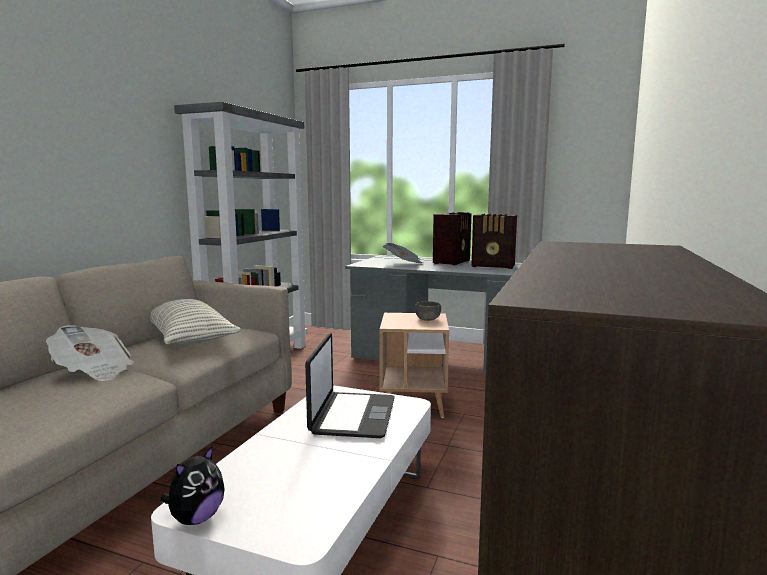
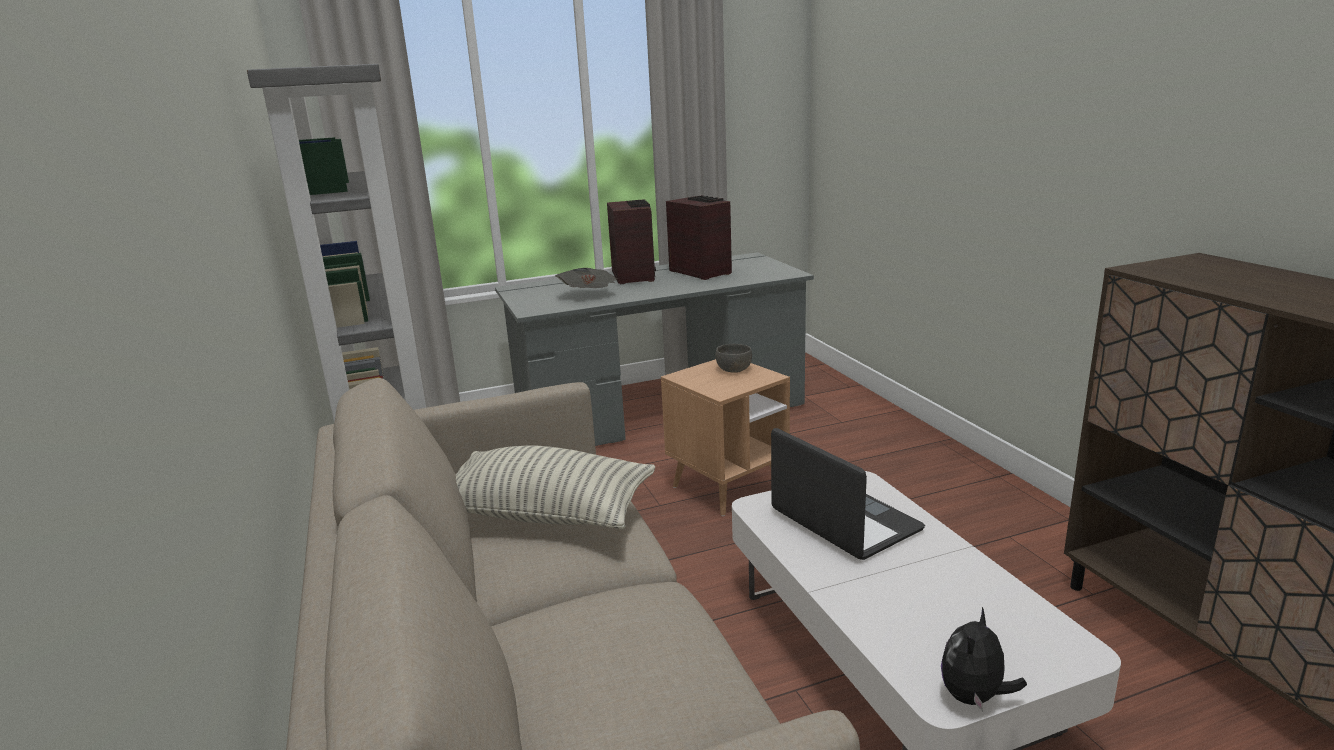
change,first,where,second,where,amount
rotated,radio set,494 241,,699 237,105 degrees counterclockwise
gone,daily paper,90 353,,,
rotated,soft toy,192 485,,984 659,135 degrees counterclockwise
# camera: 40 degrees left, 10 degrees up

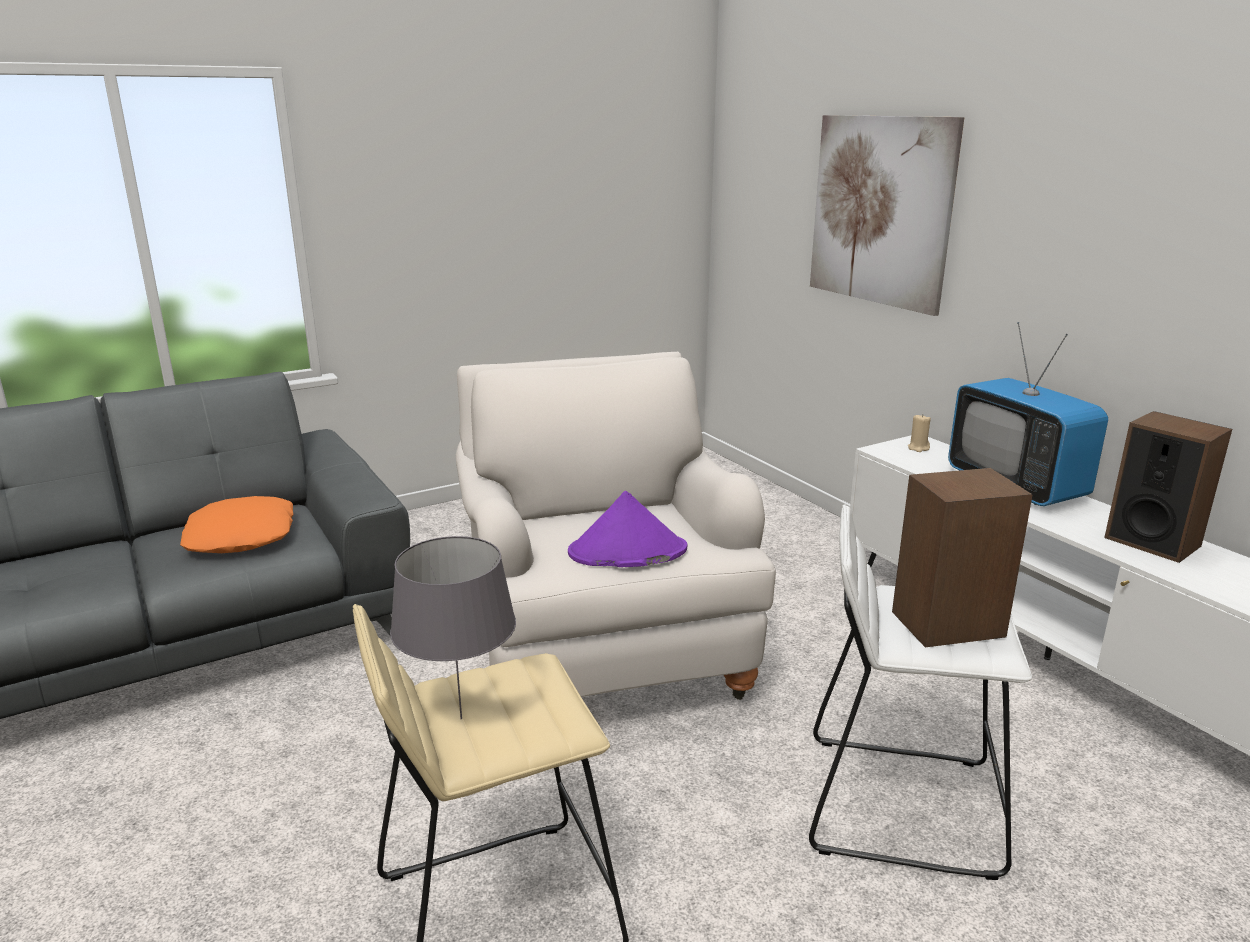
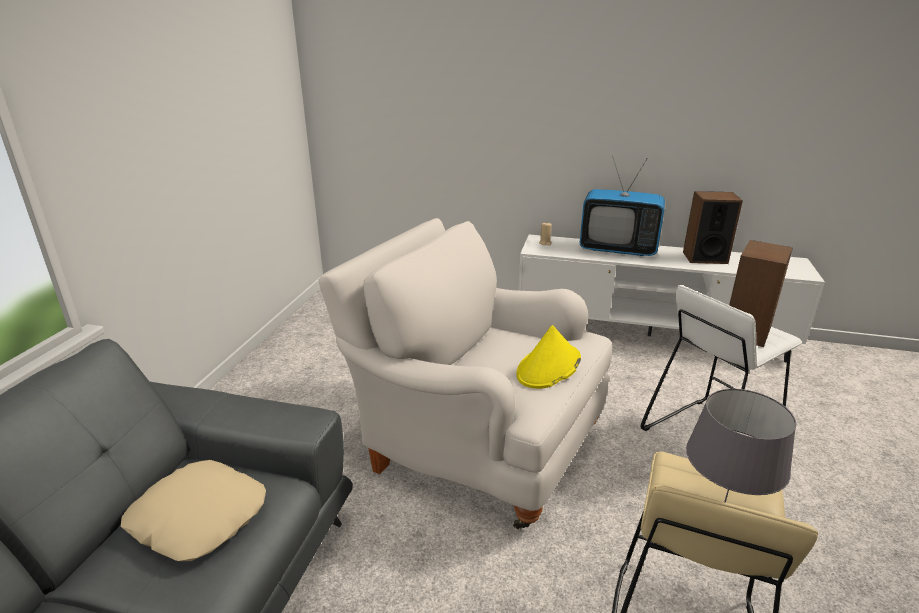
change,first,where,second,where,amount
gone,picture,887 215,,,
repainted,purple-coloured wearable hat,627 529,yellow wearable hat,548 357,
repainted,orangey throw pillow,236 524,beige-coloured throw pillow,193 510,
# camera: 45 degrees left, 5 degrees up

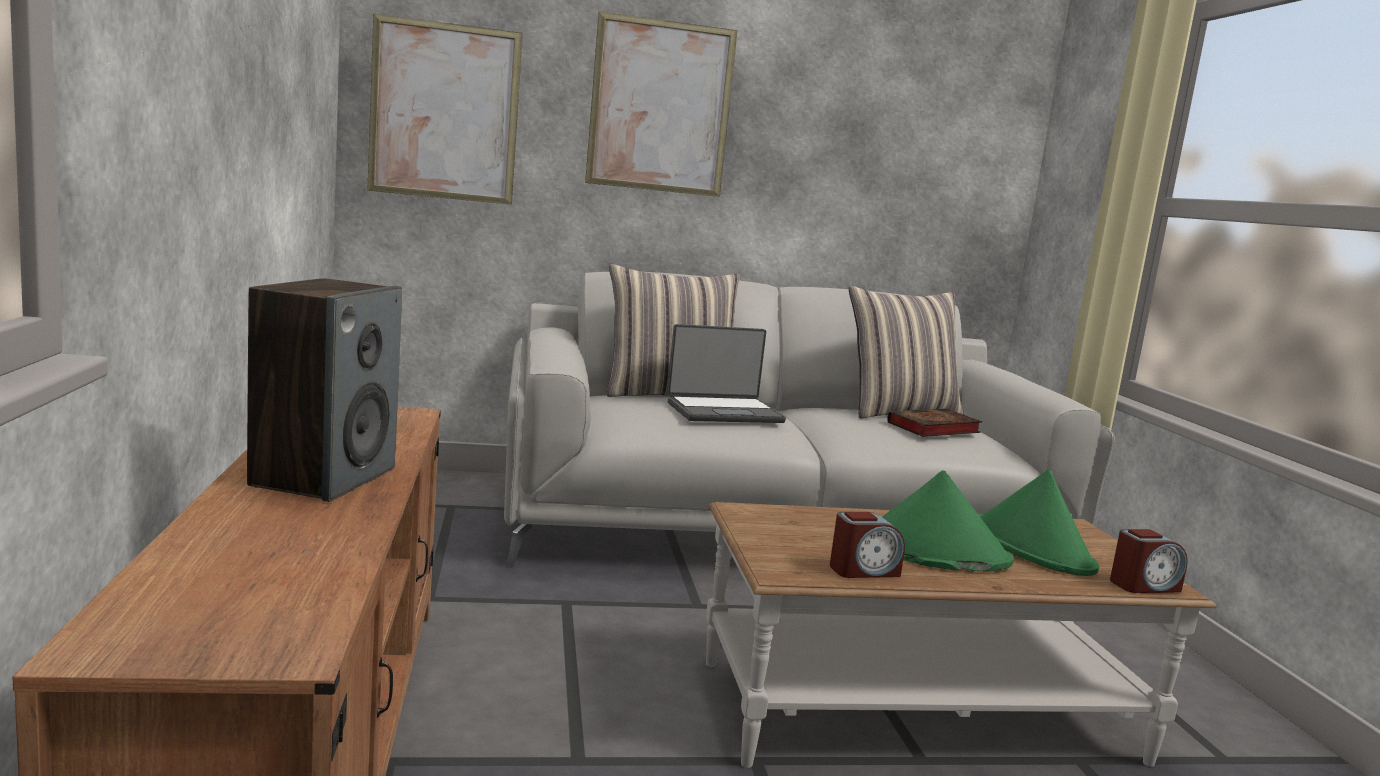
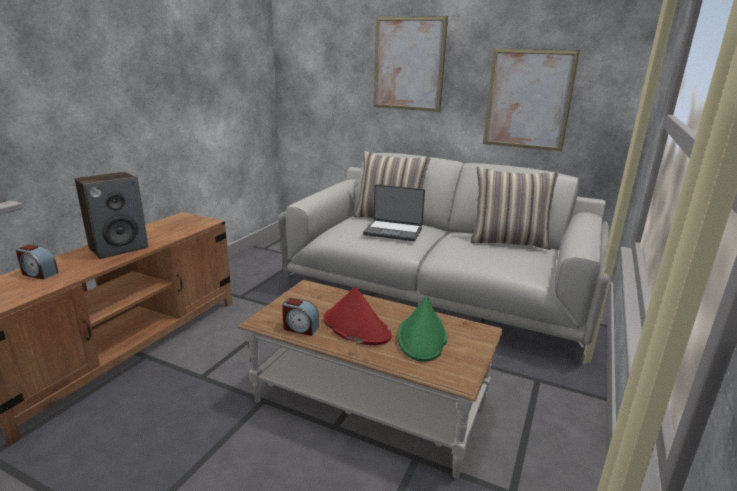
change,first,where,second,where,amount
shifted,picture,445 109,,531 100,
gone,volume,934 422,,,
repainted,green-coloured wearable hat,948 521,red wearable hat,357 315,
shifted,bedside clock,1149 561,,37 262,
# camera: 35 degrees right, 10 degrees up

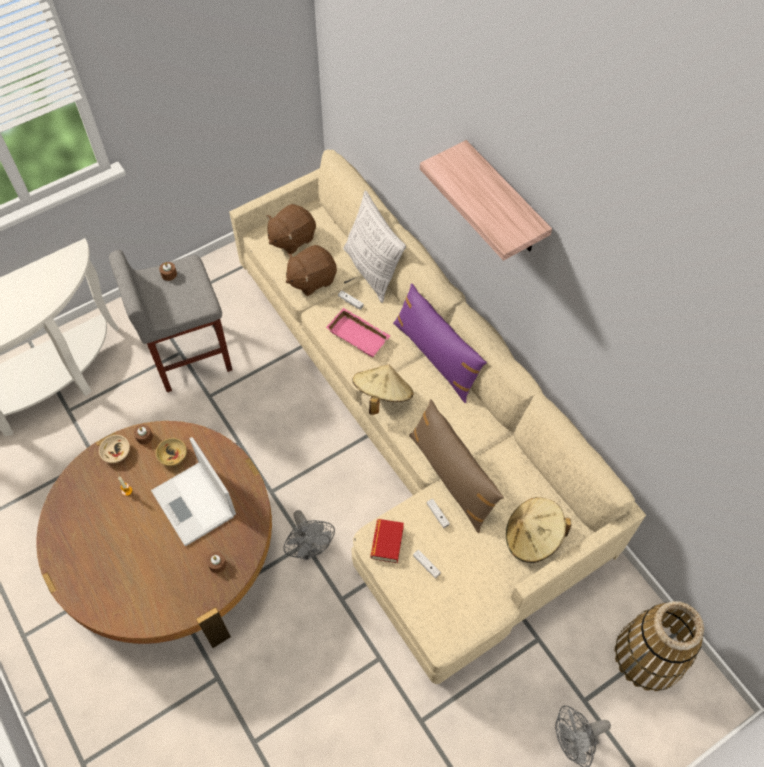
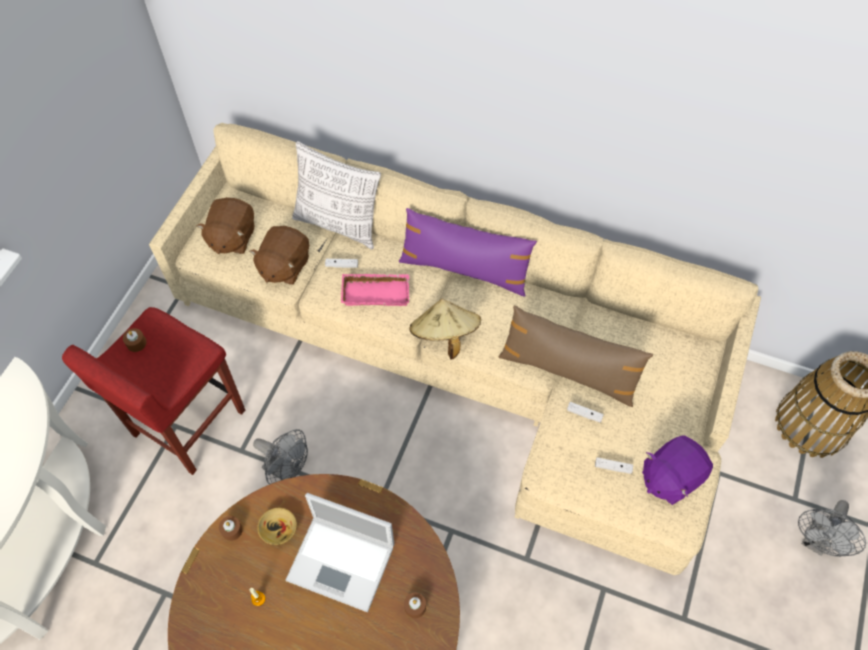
change,first,where,second,where,amount
gone,shelf,486 200,,,
repainted,greyish sitting stool,170 321,red sitting stool,153 391,
gone,beige-coloured serving bowl,114 449,,,
gone,beige-coloured wearable hat,538 530,,,
shifted,greyish fan,309 535,,280 457,
gone,volume,387 541,,,
new,,,purple-coloured soft toy,677 470,
# camera: 35 degrees left, 0 degrees up

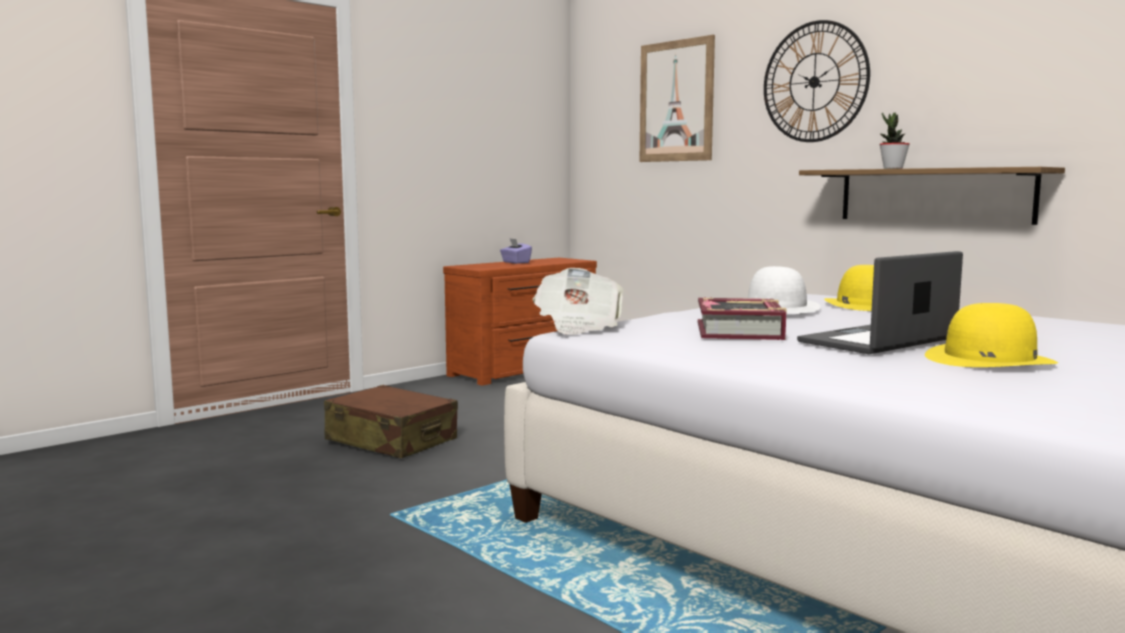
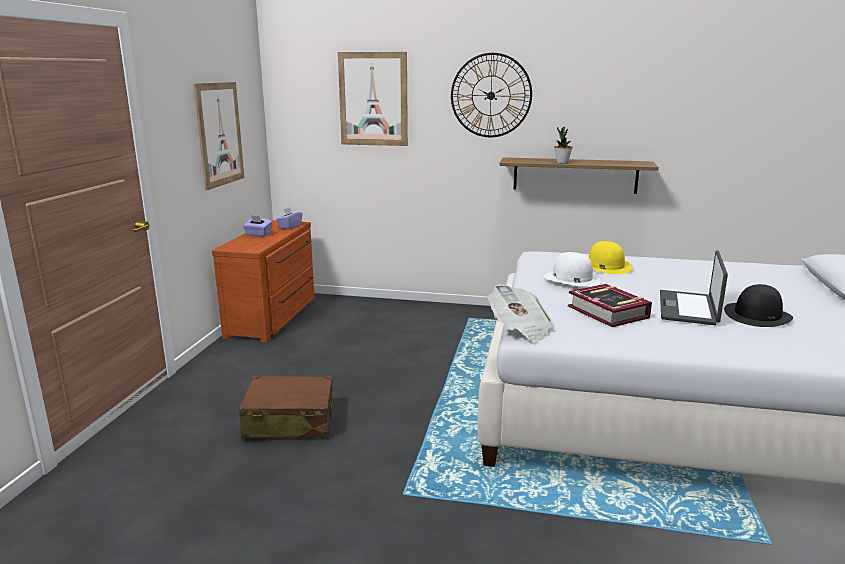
change,first,where,second,where,amount
repainted,yellow wearable hat,991 335,blackish wearable hat,758 305,
new,,,picture,218 136,
new,,,purple-coloured tissue holder,289 218,
# camera: 35 degrees left, 10 degrees up

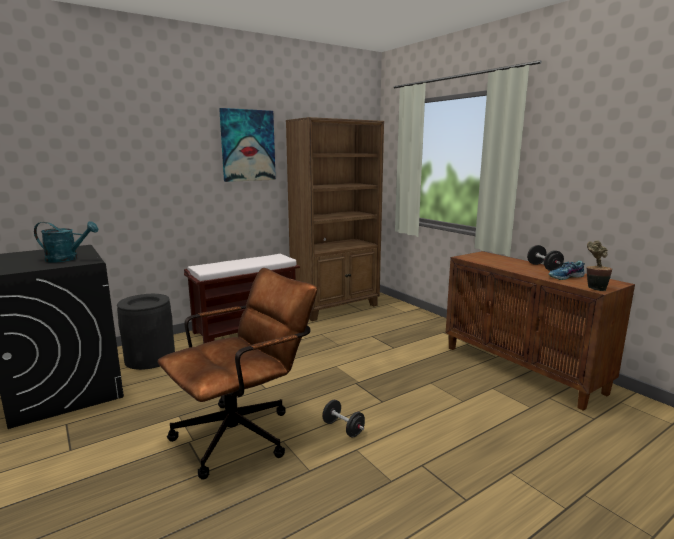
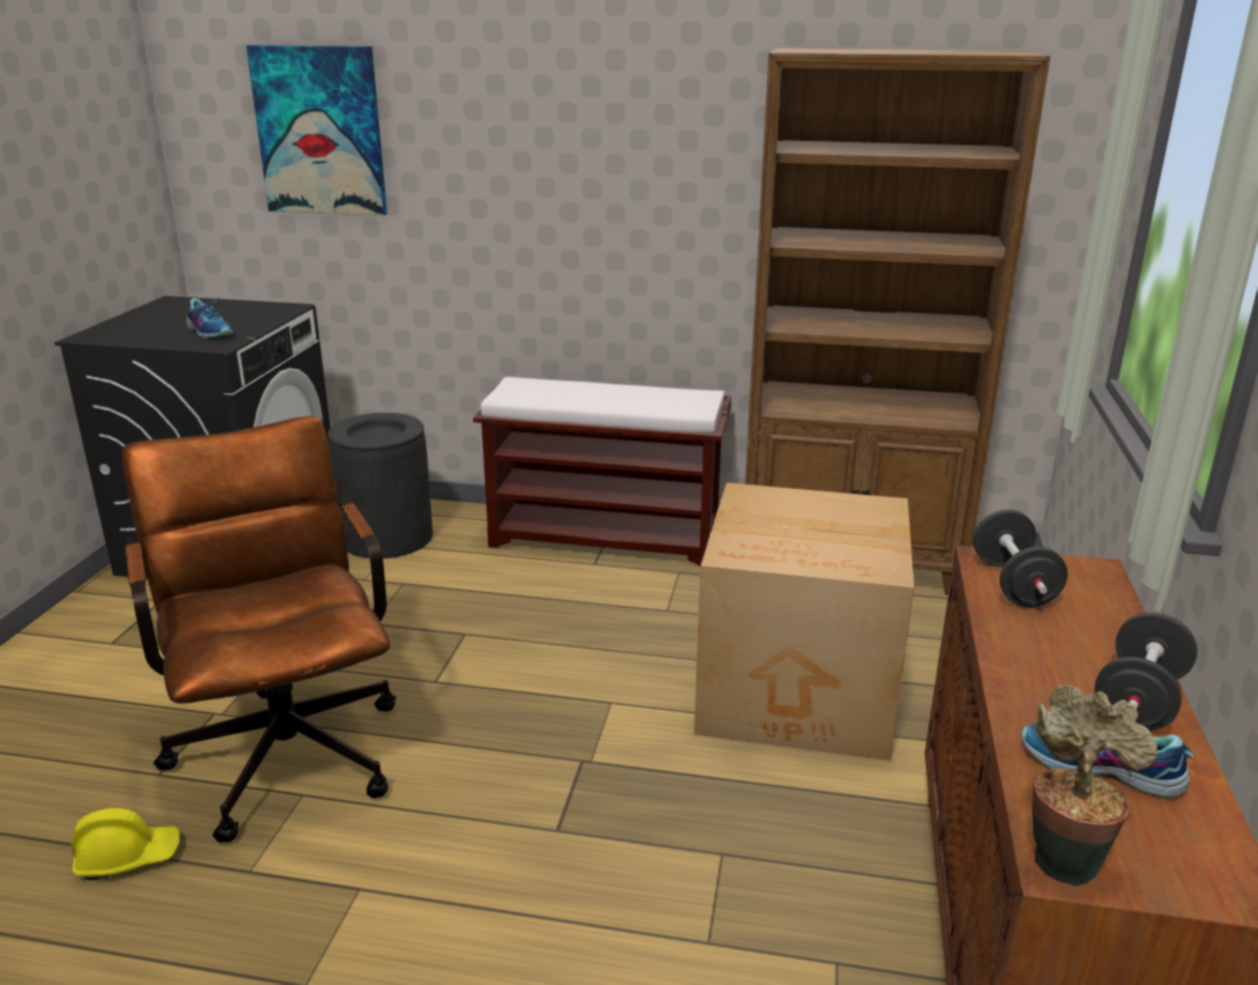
change,first,where,second,where,amount
shifted,picture,247 145,,316 130,
swapped,turquoise-coloured watering can,66 241,shoe,209 318,
rotated,brown computer chair,237 374,,259 629,120 degrees counterclockwise
shifted,blackish dumbbell,344 418,,1020 558,
new,,,cardboard box,804 622,
new,,,yellow hard hat,126 844,
# camera: 45 degrees right, 10 degrees up

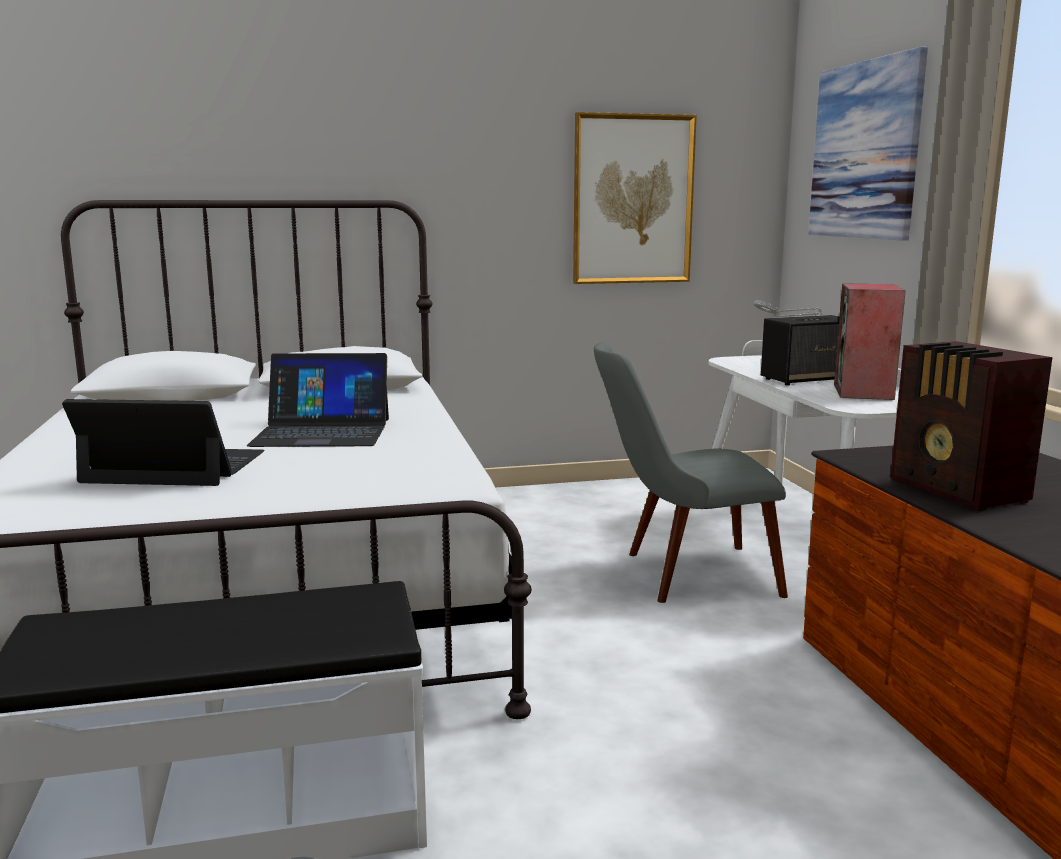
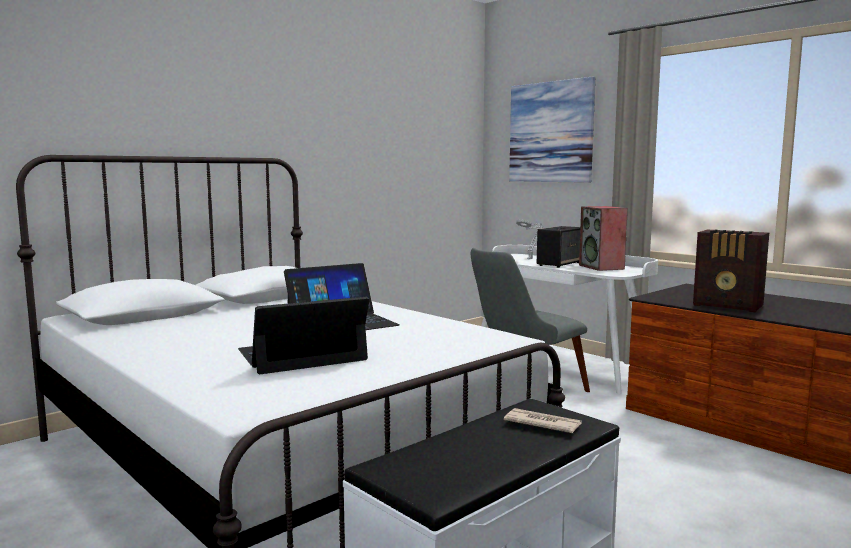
change,first,where,second,where,amount
gone,picture,635 198,,,
new,,,daily paper,543 420,
# camera: 30 degrees left, 5 degrees down

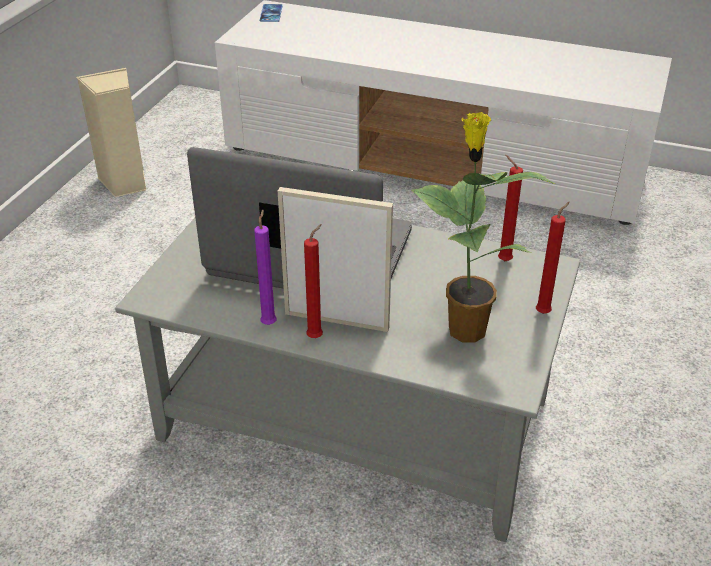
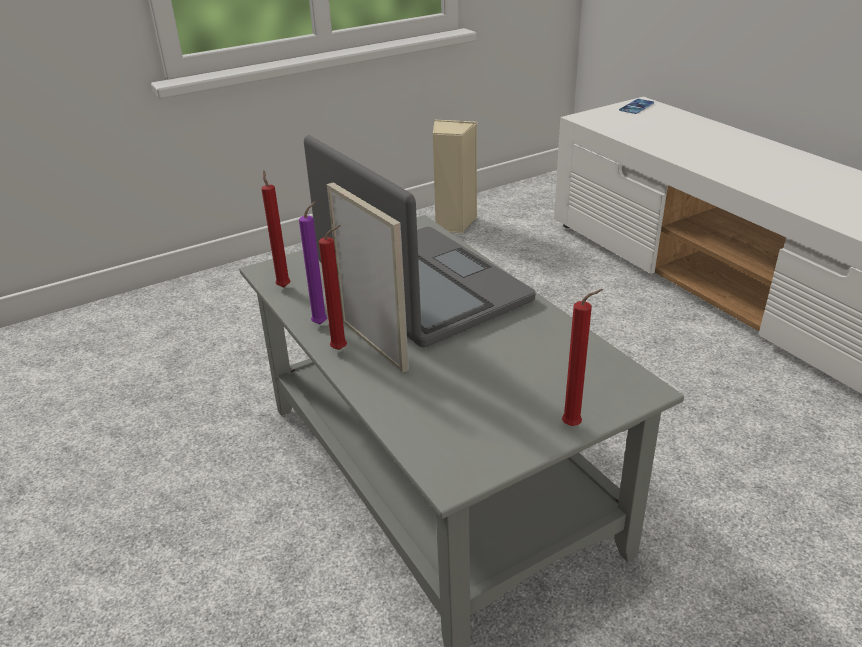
change,first,where,second,where,amount
gone,plant in a pot,483 227,,,
shifted,red candle,510 208,,276 228,
# camera: 40 degrees right, 5 degrees down

